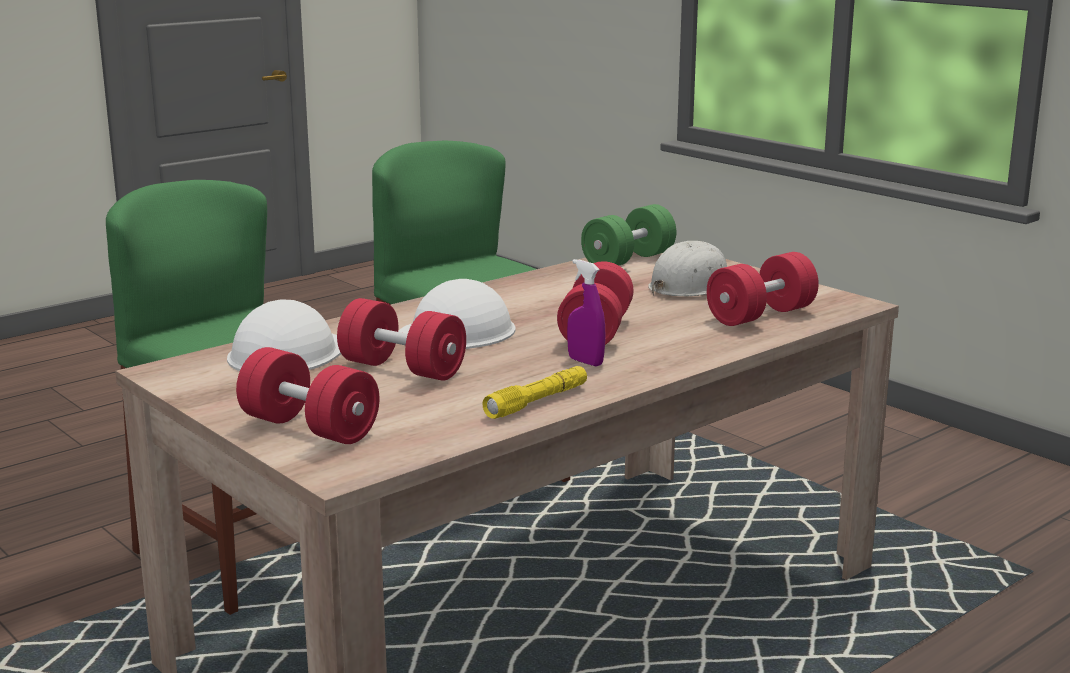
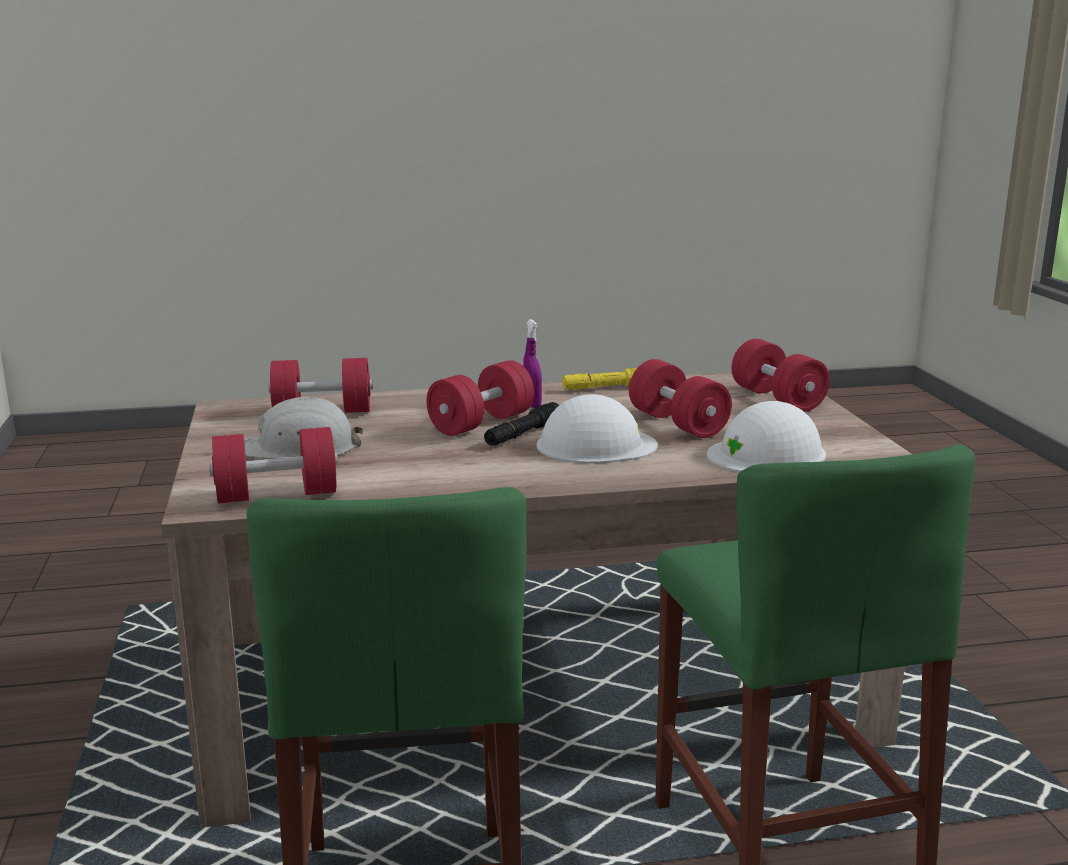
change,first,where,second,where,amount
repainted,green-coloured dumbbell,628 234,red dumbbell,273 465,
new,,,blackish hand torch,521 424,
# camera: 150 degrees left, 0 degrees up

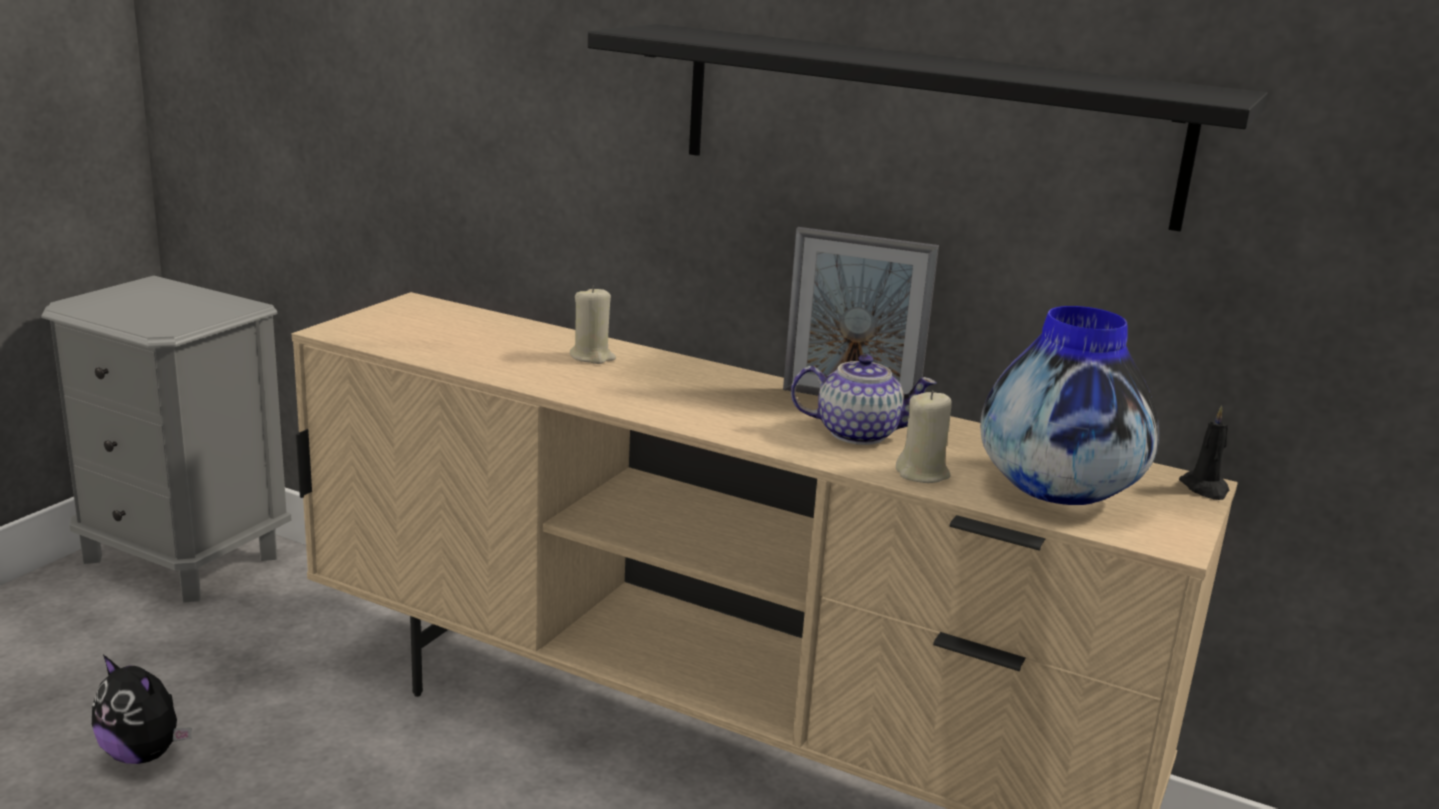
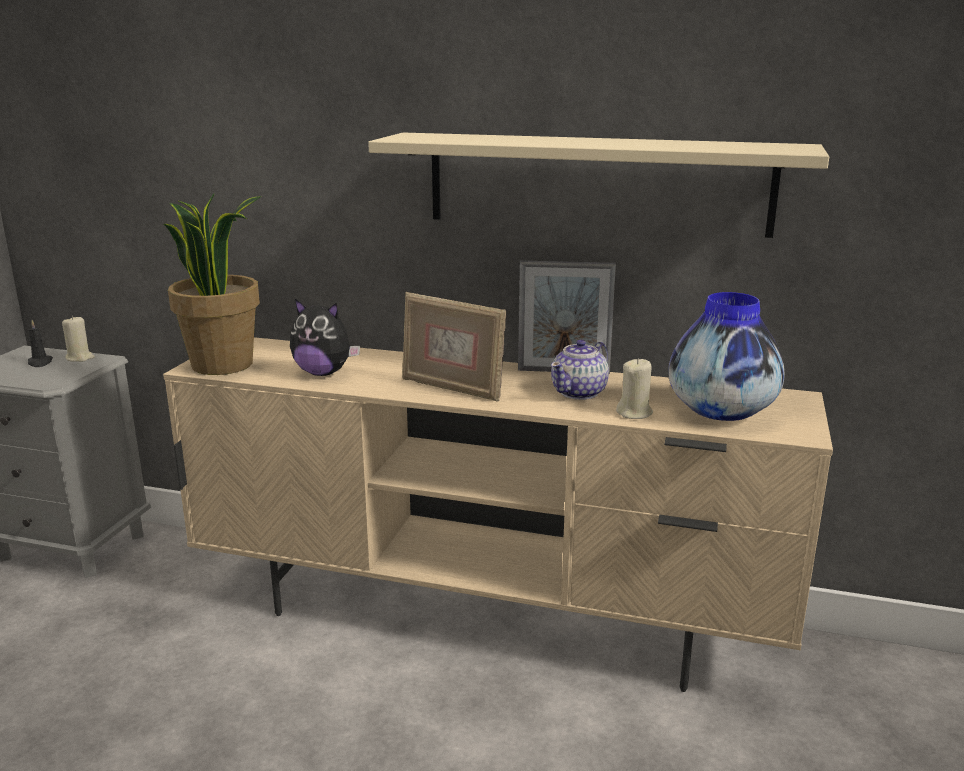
change,first,where,second,where,amount
repainted,blackish shelf,928 128,beige-coloured shelf,598 185,
shifted,beige-coloured candle,593 325,,78 338,
rotated,teapot,864 399,,580 370,135 degrees clockwise
shifted,blackish candle,1204 453,,40 343,
shifted,soft toy,141 709,,325 337,
new,,,plant in a pot,212 284,
new,,,picture frame,454 346,
# camera: 10 degrees left, 0 degrees up

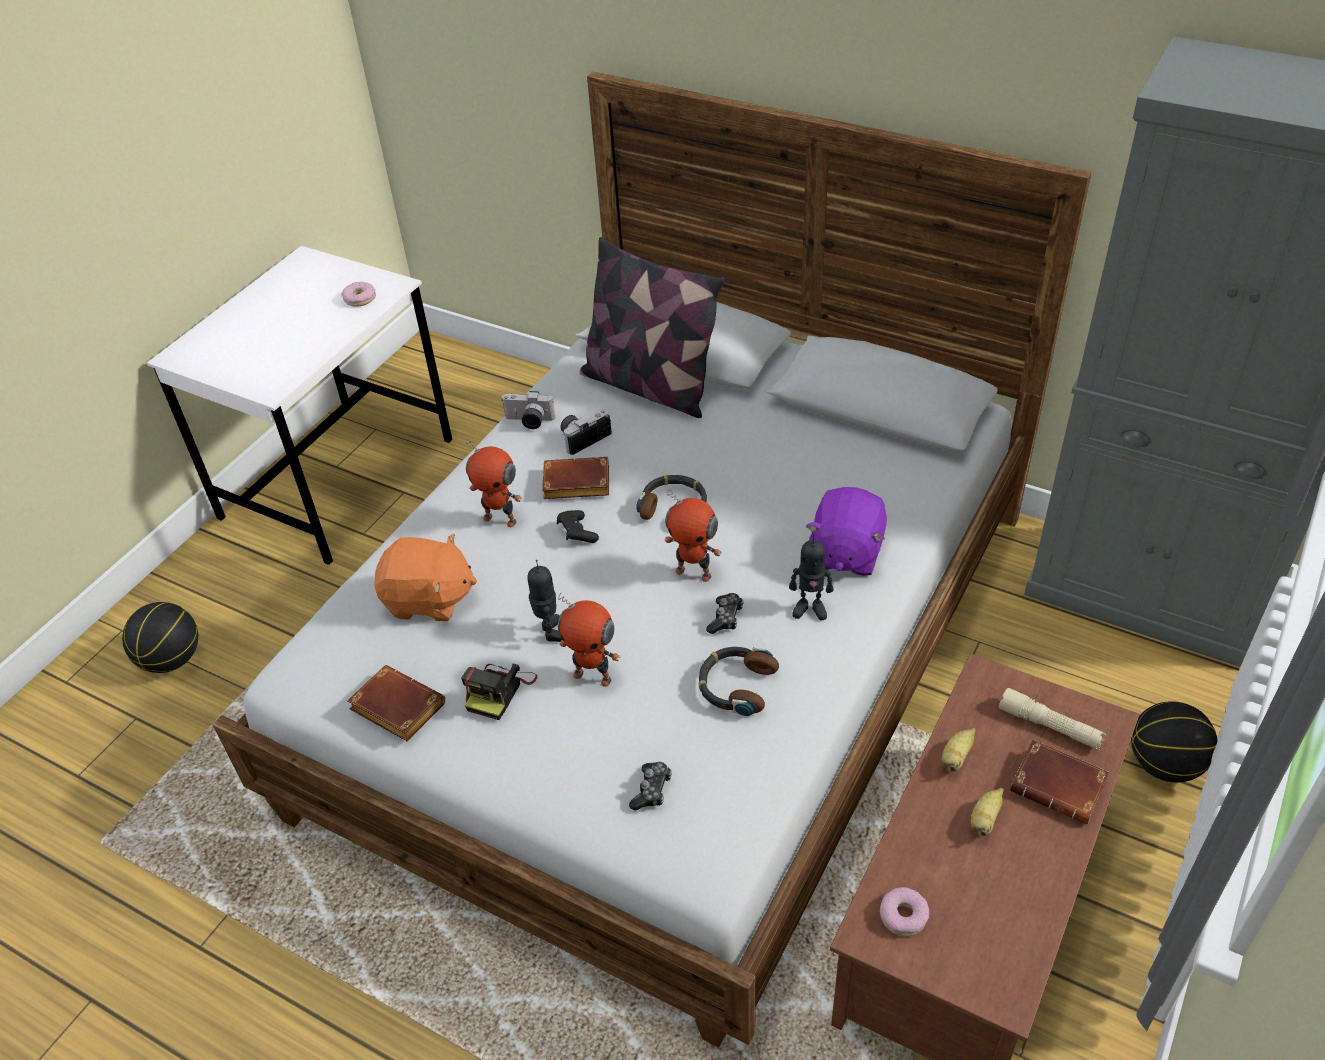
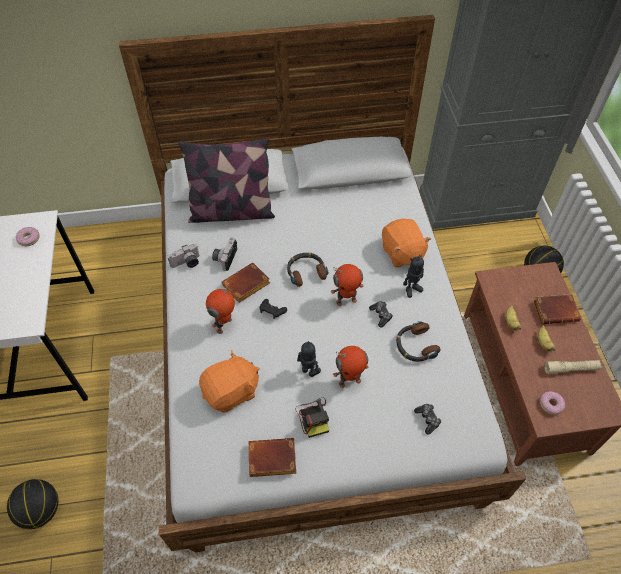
change,first,where,second,where,amount
rotated,model robot,493 482,,220 308,135 degrees clockwise
repainted,purple-coloured soft toy,846 531,orangey soft toy,406 243,
shifted,beige-coloured hand torch,1052 719,,573 367,
# camera: 40 degrees left, 10 degrees up

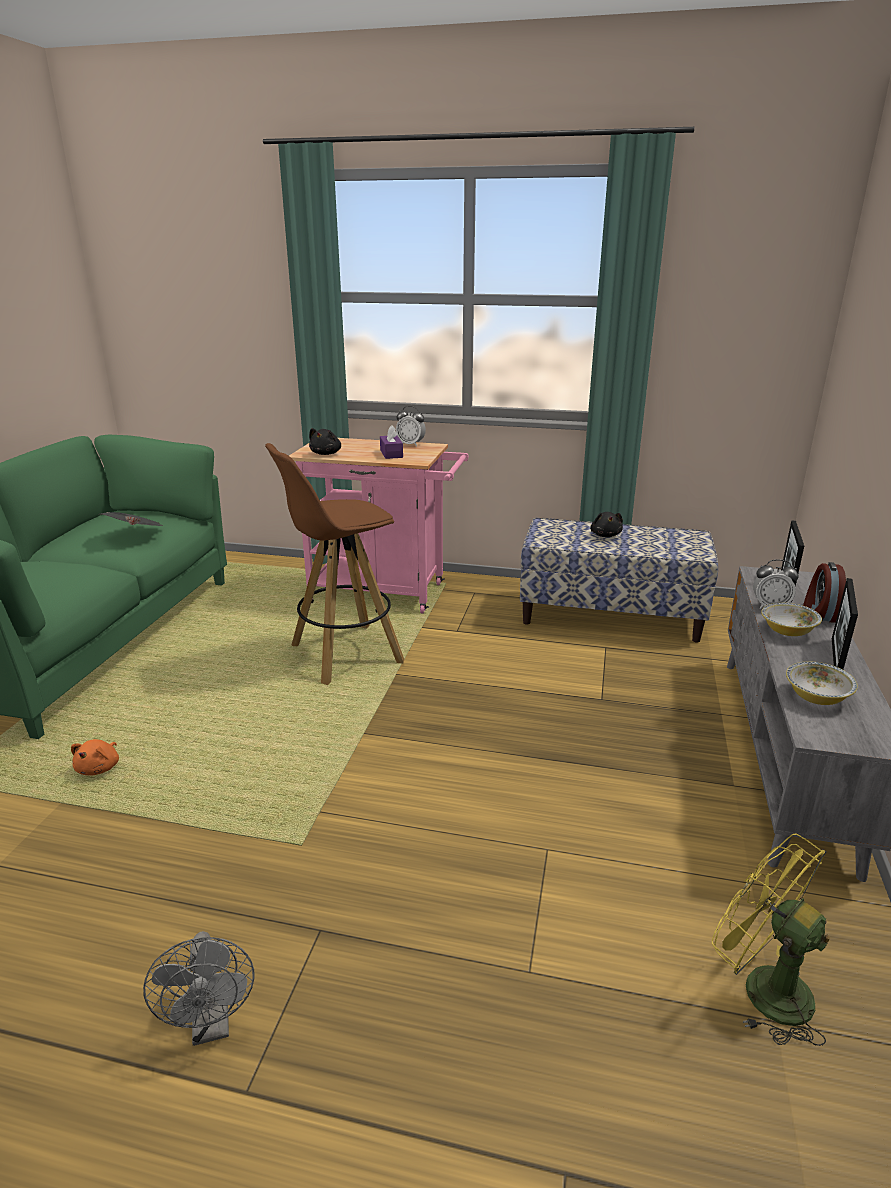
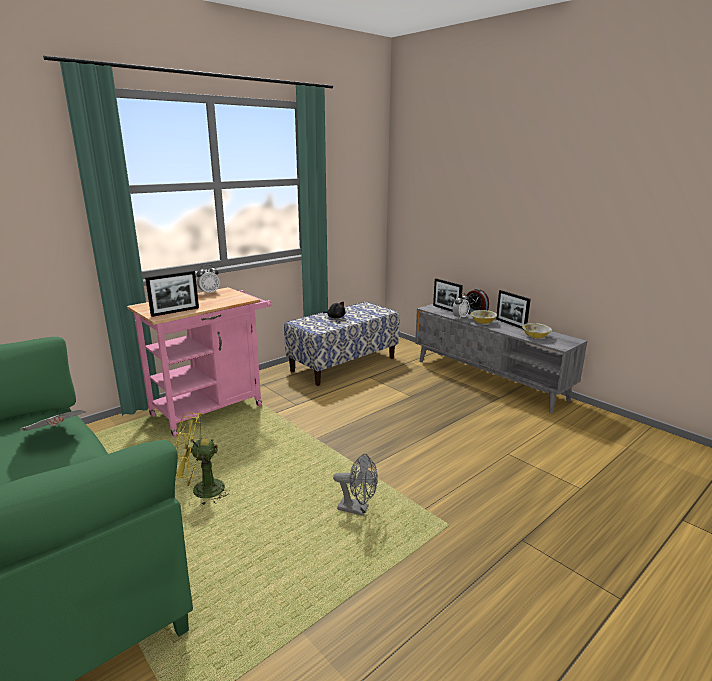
change,first,where,second,where,amount
gone,purple-coloured tissue holder,391 442,,,
swapped,blackish soft toy,325 441,picture frame,172 294,
gone,brown sitting stool,334 564,,,
gone,orangey soft toy,95 757,,,
shifted,yellow fan,771 939,,202 458,
shifted,greyish fan,198 988,,355 485,
# camera: 55 degrees left, 5 degrees down

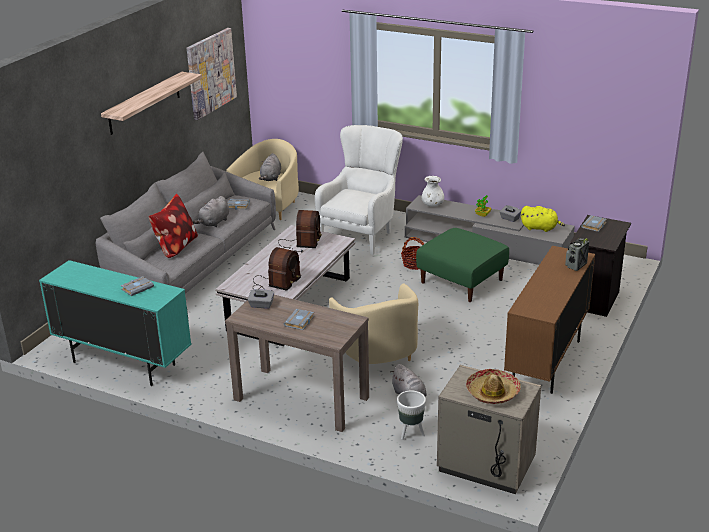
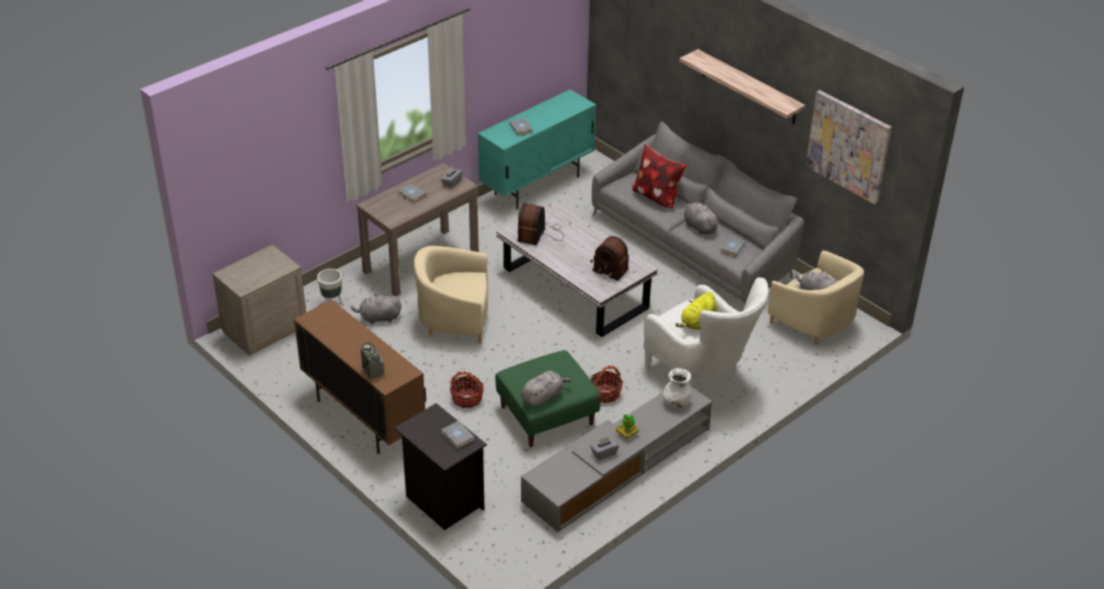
change,first,where,second,where,amount
shifted,yellow soft toy,543 219,,696 311,
rotated,radio set,276 269,,540 224,60 degrees clockwise
gone,wearable hat,493 386,,,
new,,,basket,467 389,
new,,,greyish soft toy,546 389,
# camera: 110 degrees right, 10 degrees up

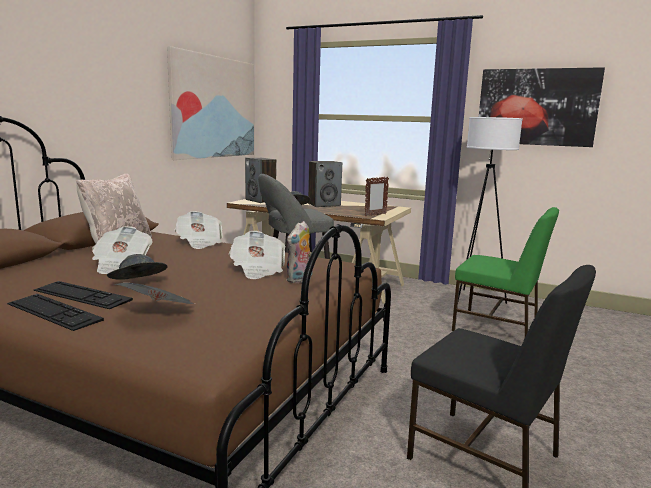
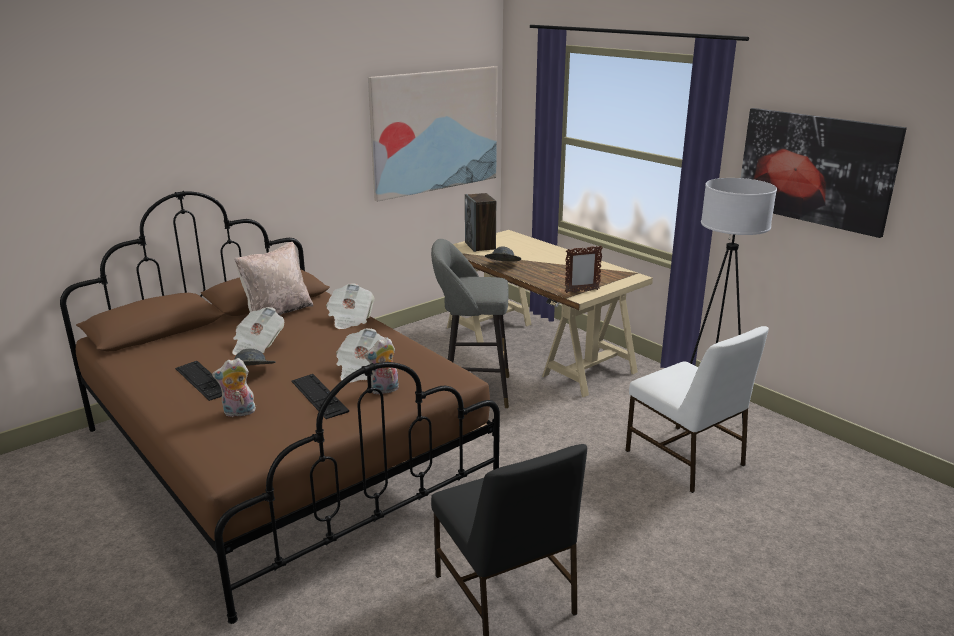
change,first,where,second,where,amount
gone,loudspeaker,325 184,,,
repainted,green-coloured upright chair,505 271,white-coloured upright chair,697 409,
swapped,daily paper,153 293,soft toy,234 387,
shifted,keyboard,55 312,,320 396,
# camera: 25 degrees right, 10 degrees up

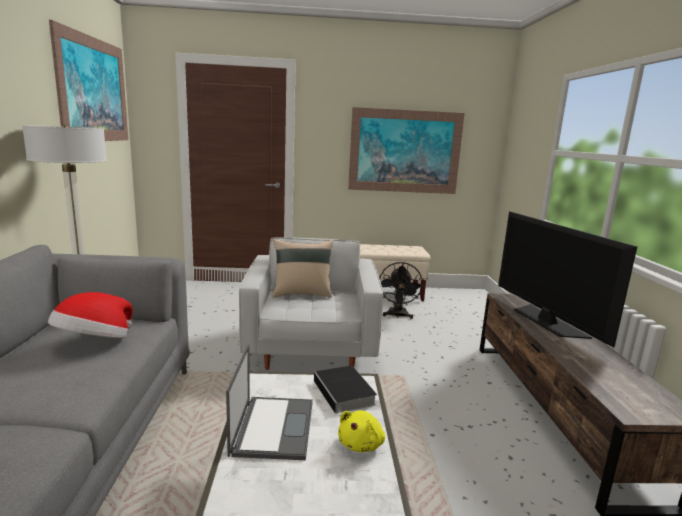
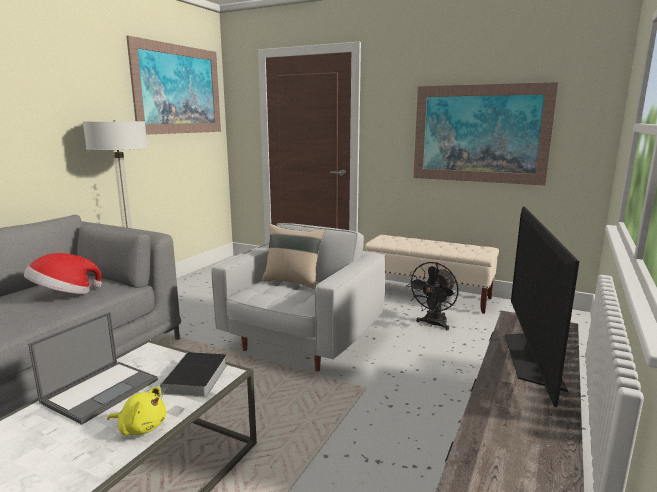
change,first,where,second,where,amount
rotated,yellow soft toy,361 431,,136 411,135 degrees counterclockwise
# camera: 30 degrees right, 0 degrees up

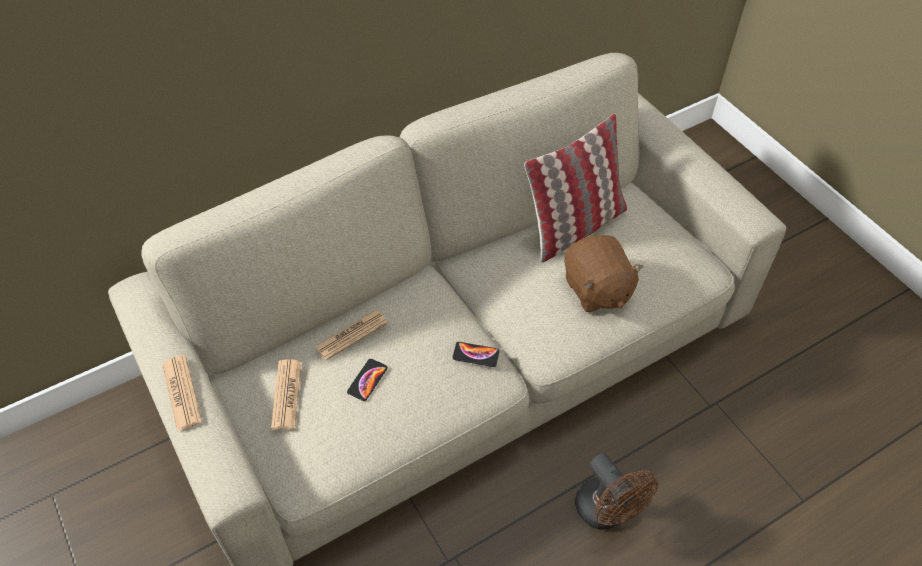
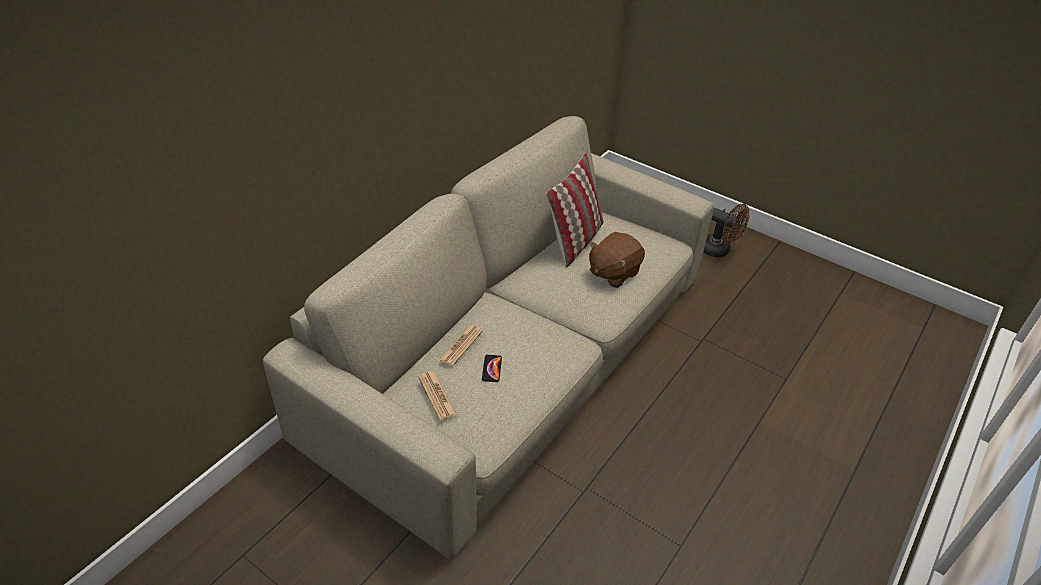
change,first,where,second,where,amount
rotated,brown soft toy,604 273,,617 260,90 degrees clockwise
gone,telephone,476 354,,,
gone,daily paper,182 393,,,
shifted,brown fan,616 492,,726 230,
# camera: 25 degrees left, 10 degrees down

